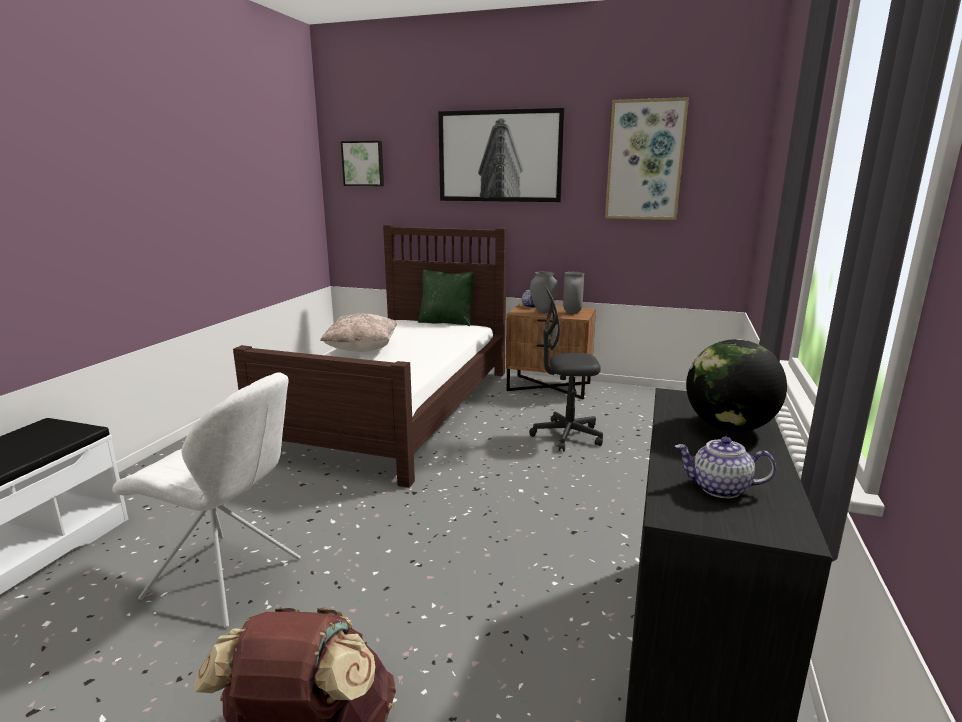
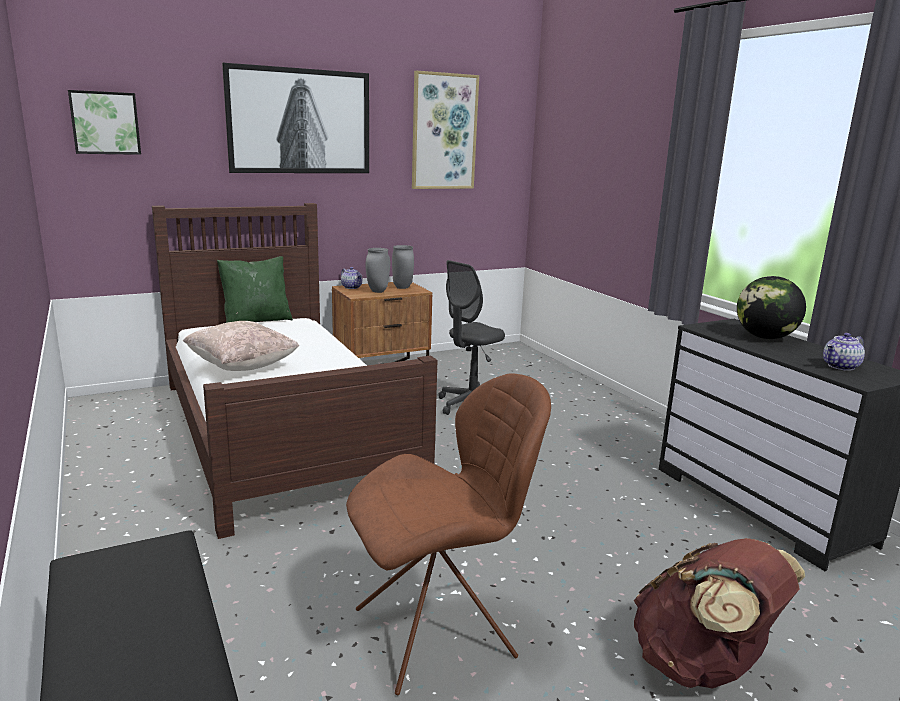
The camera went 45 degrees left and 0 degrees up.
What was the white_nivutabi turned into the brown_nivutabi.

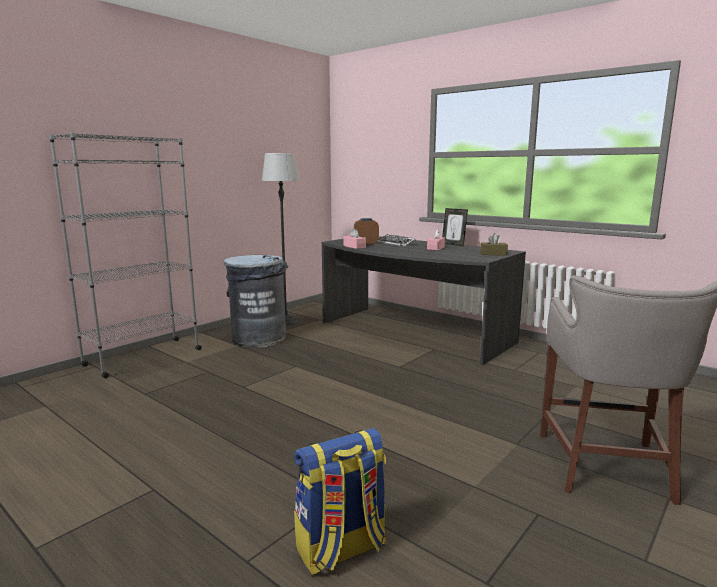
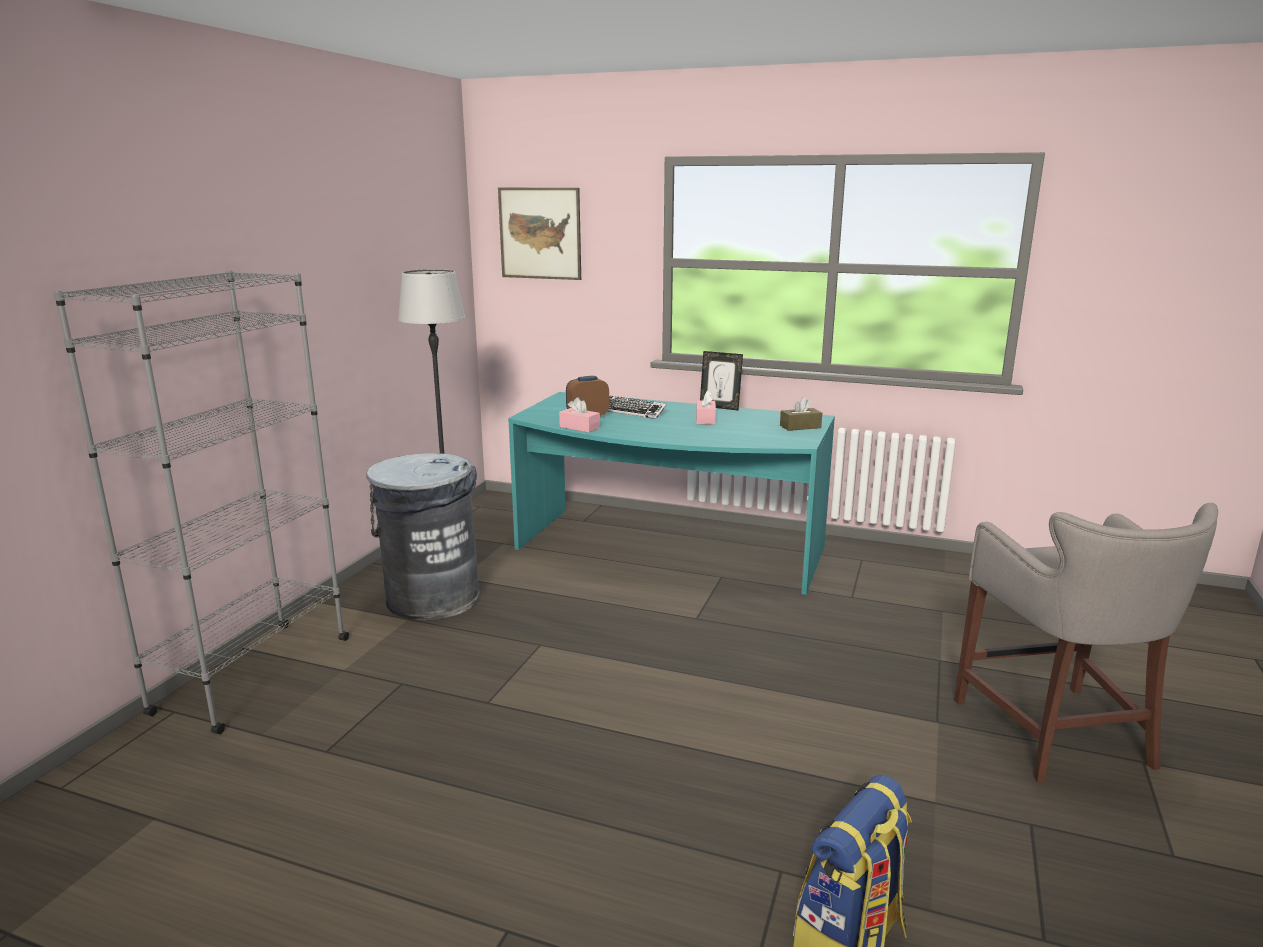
The camera went 20 degrees left and 5 degrees up.
What was the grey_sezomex turned into the turquoise_sezomex.
The second view gained the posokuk.

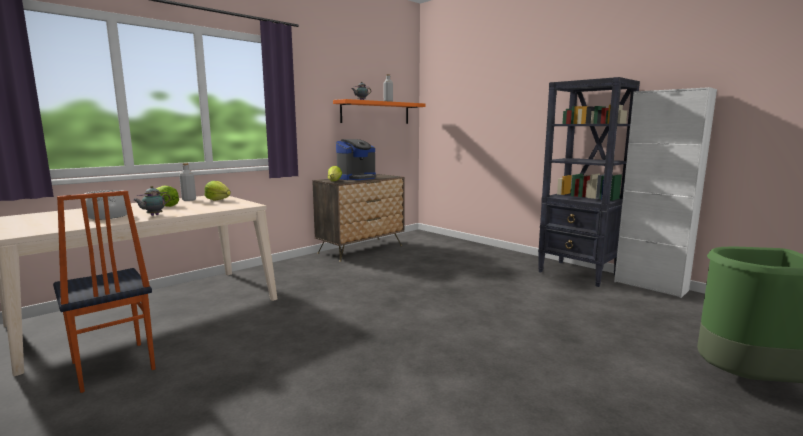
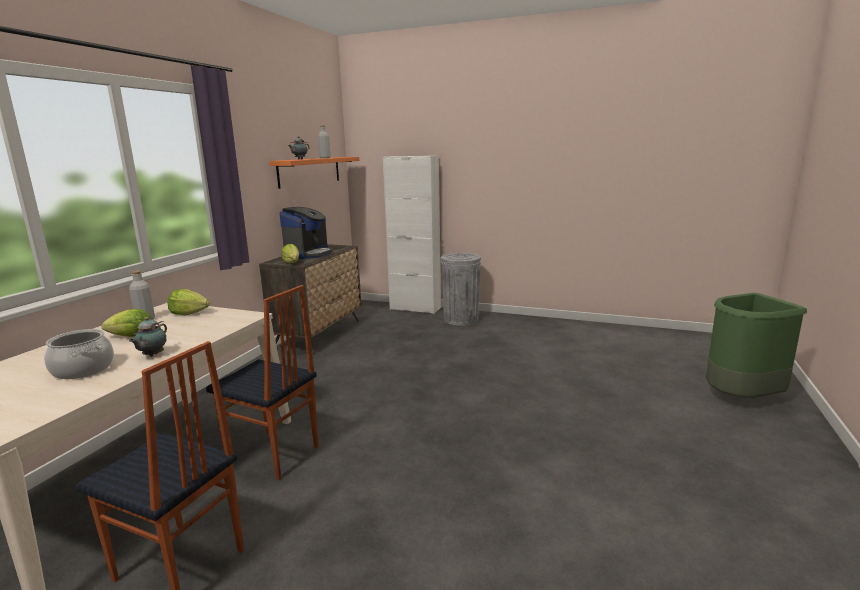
The camera went 25 degrees left and 5 degrees up.
The second view lost the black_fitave.
The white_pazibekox ended up elsewhere.
The second view gained the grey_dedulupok.
The second view gained the nivutabi (2nd from left).

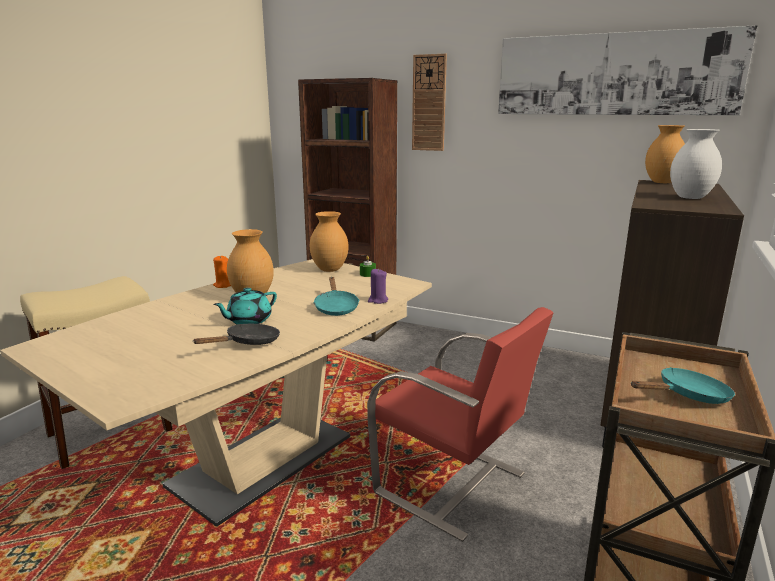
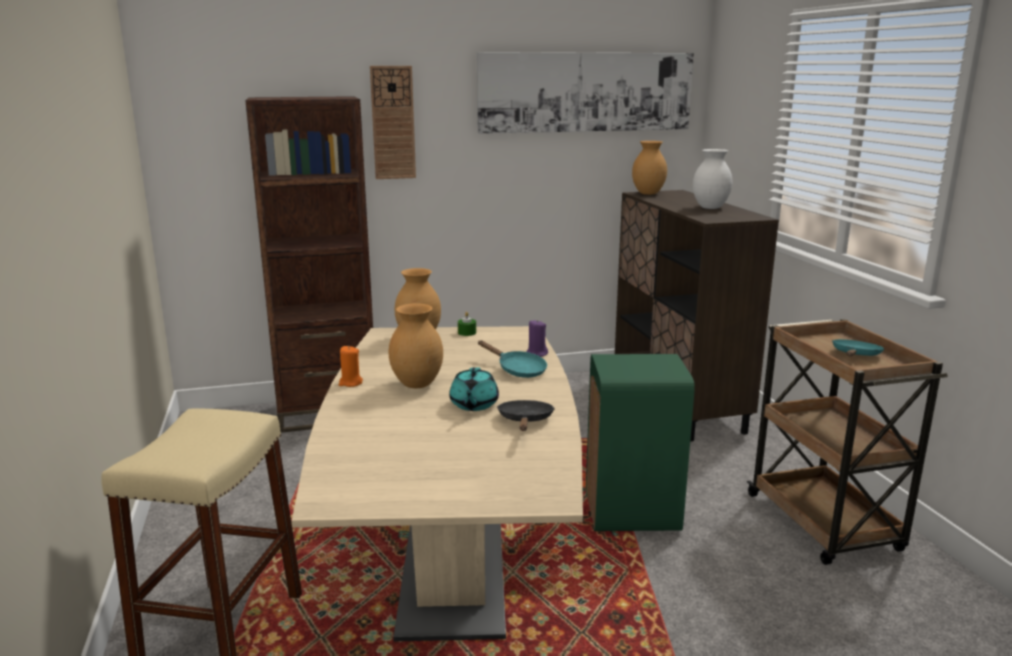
The camera went 40 degrees left and 0 degrees up.
Where the red_nivutabi stood, the green_dedulupok came to stand.

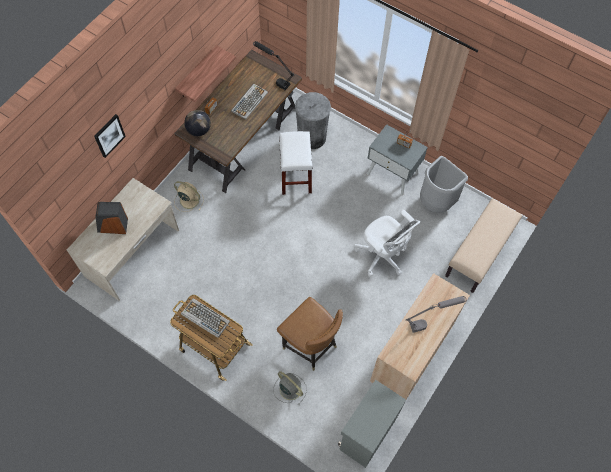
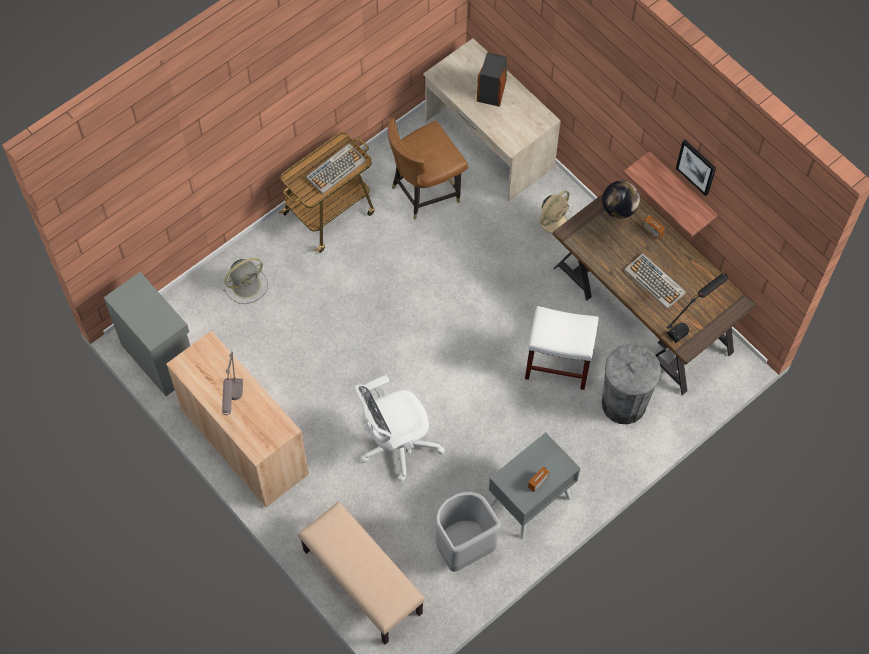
The camera went 105 degrees right and 0 degrees up.
The posokuk ended up elsewhere.
The brown_nivutabi ended up elsewhere.

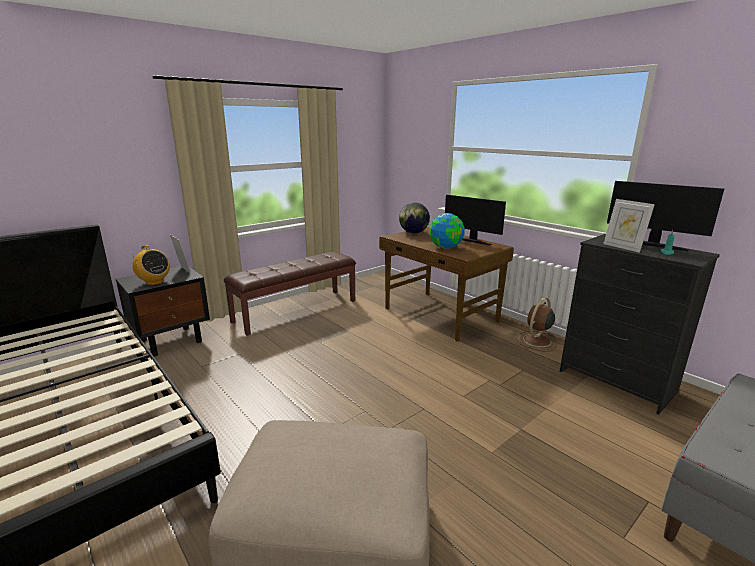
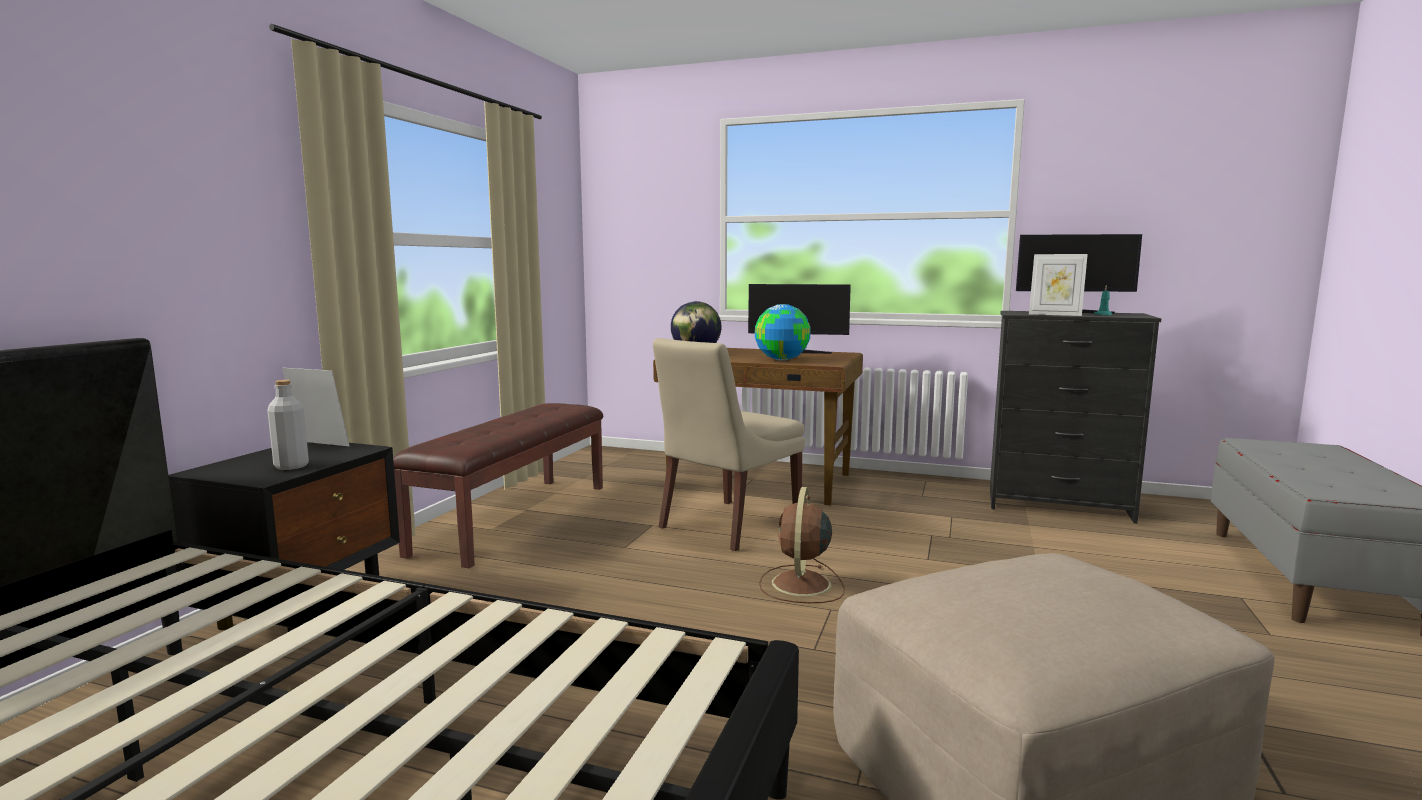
The camera went 30 degrees left and 10 degrees down.
Where the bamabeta stood, the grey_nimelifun came to stand.
The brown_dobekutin ended up elsewhere.
The second view gained the beige_nivutabi.

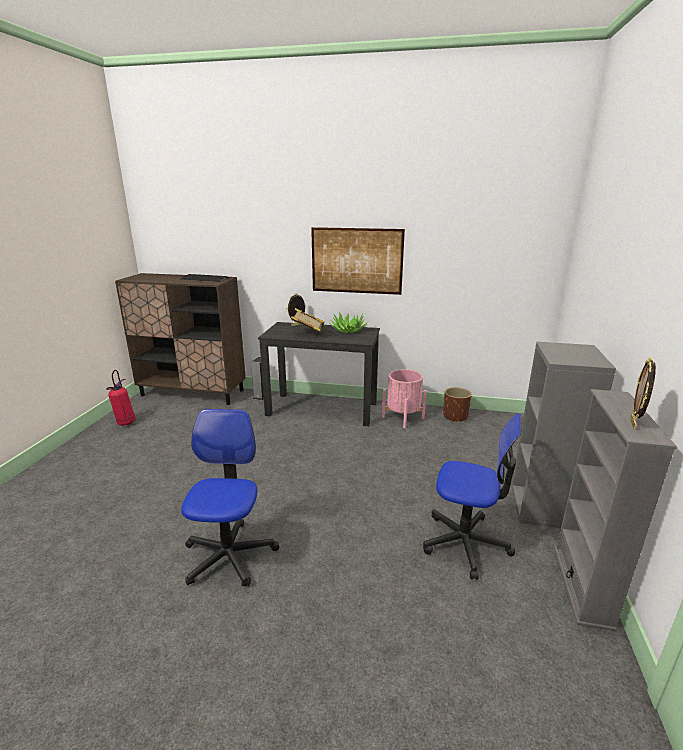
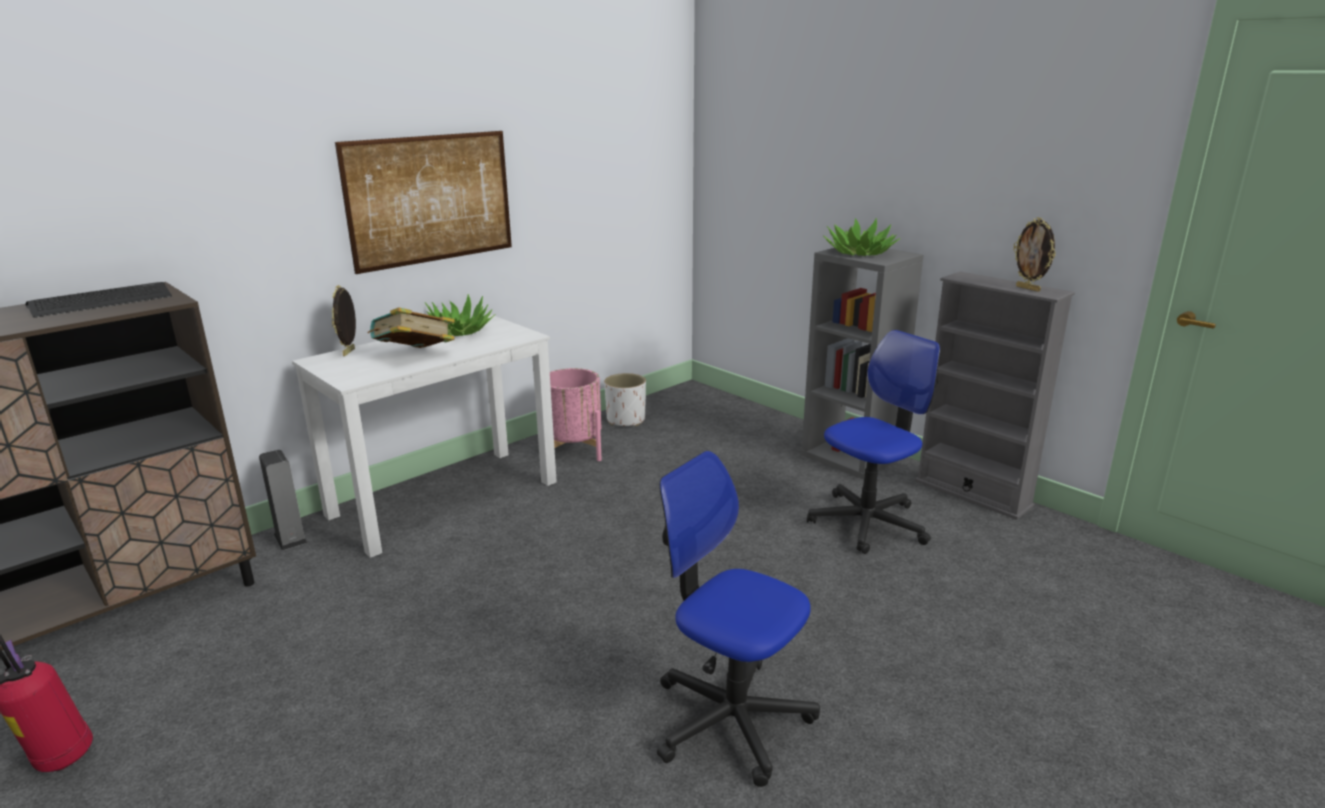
The camera went 55 degrees left and 0 degrees up.
What was the black_sezomex turned into the white_sezomex.
What was the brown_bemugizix turned into the white_bemugizix.
The second view gained the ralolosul (2nd from left).

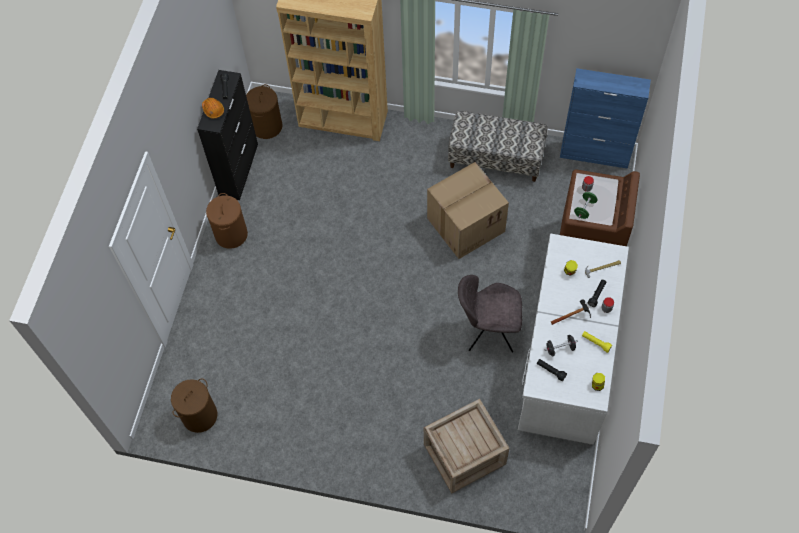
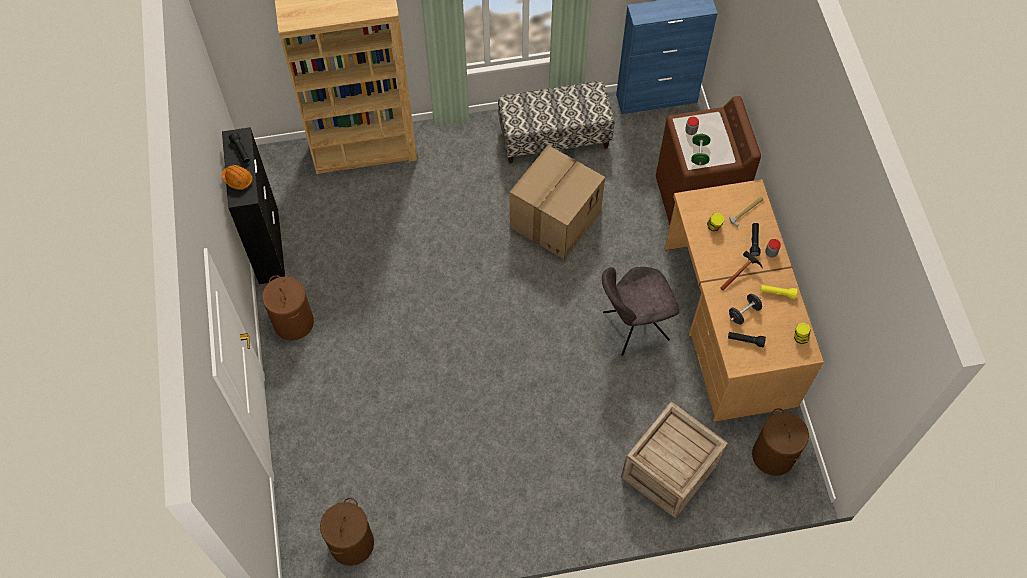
The camera went 25 degrees left and 0 degrees up.
The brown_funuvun (3rd from left) ended up elsewhere.
What was the white_sezomex turned into the brown_sezomex.

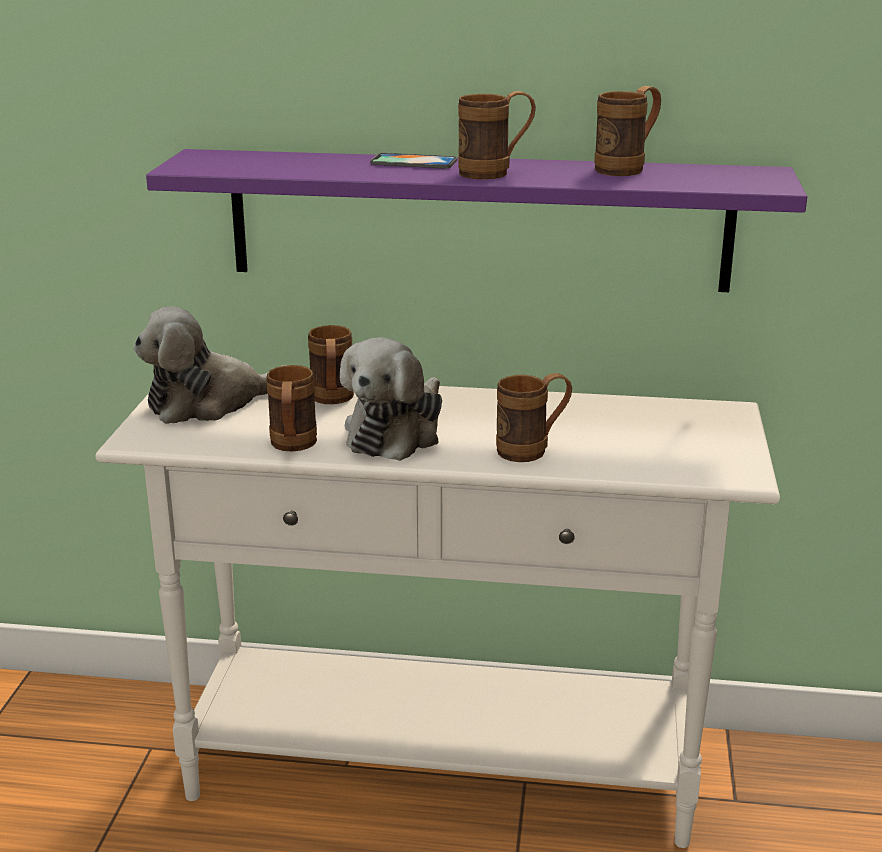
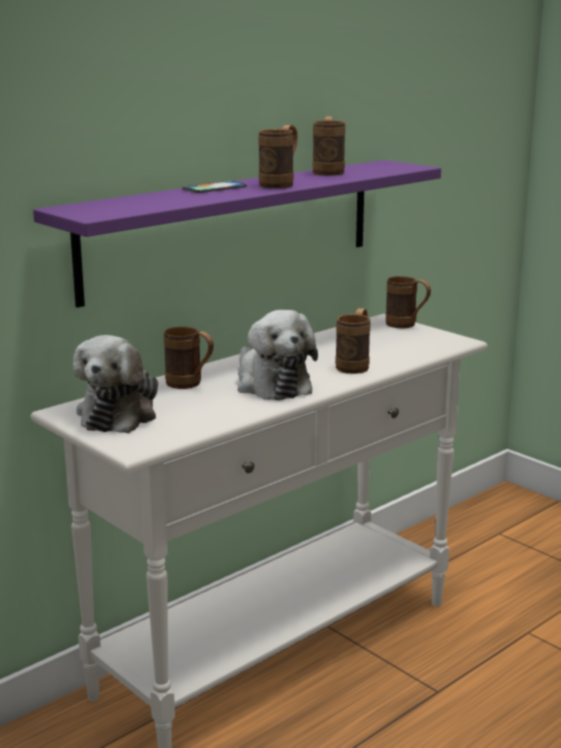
The camera went 50 degrees left and 5 degrees down.
The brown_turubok (1st from left in the first image) ended up elsewhere.

